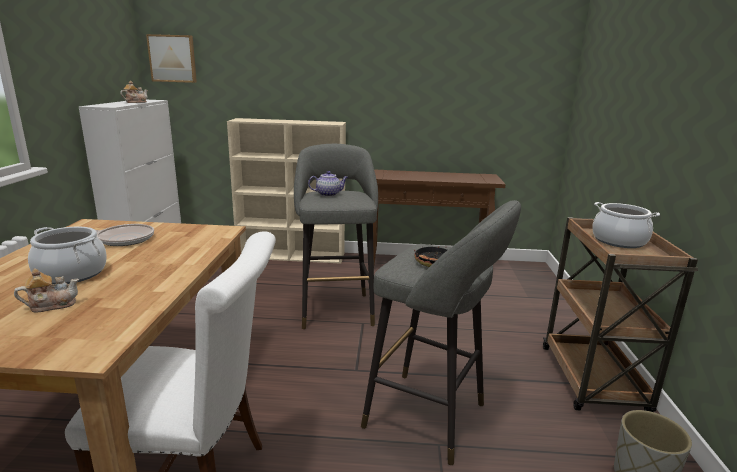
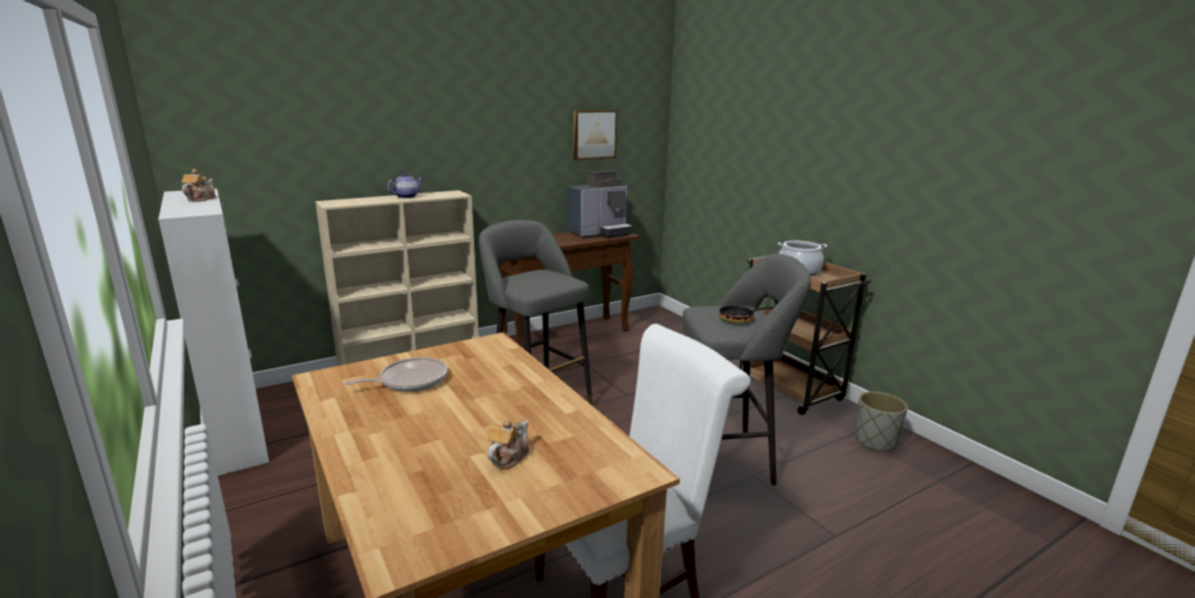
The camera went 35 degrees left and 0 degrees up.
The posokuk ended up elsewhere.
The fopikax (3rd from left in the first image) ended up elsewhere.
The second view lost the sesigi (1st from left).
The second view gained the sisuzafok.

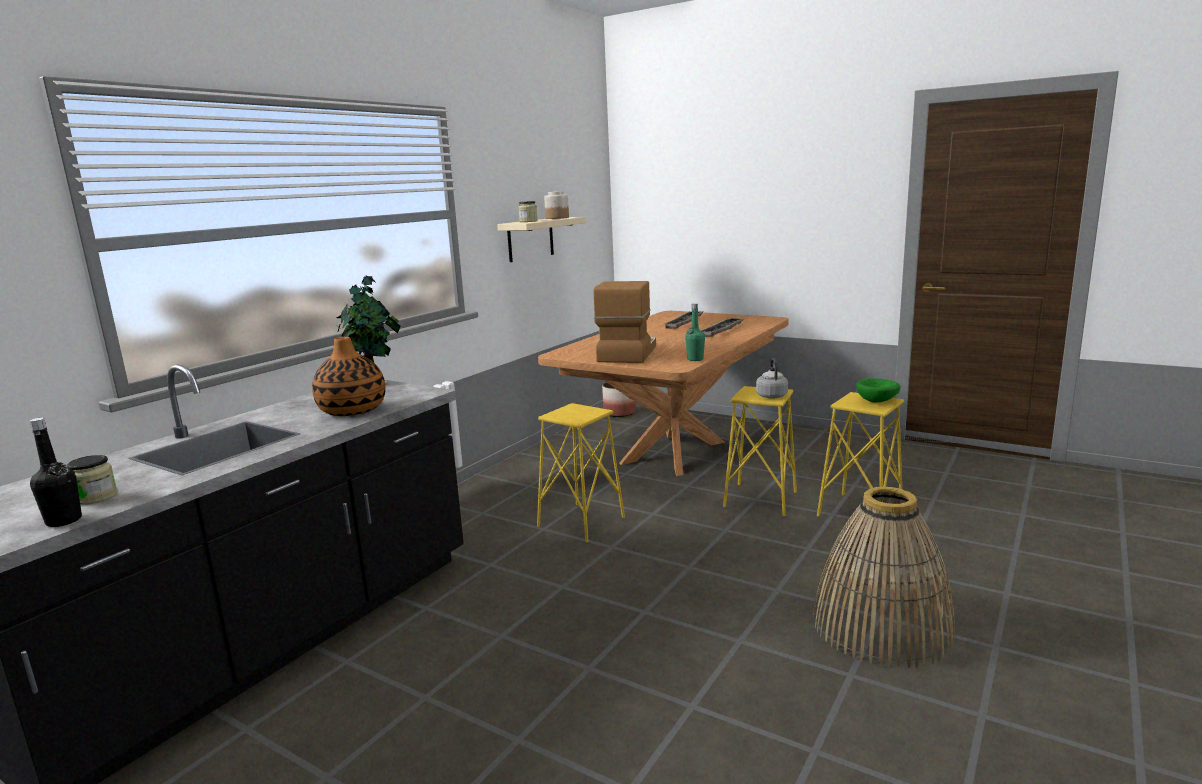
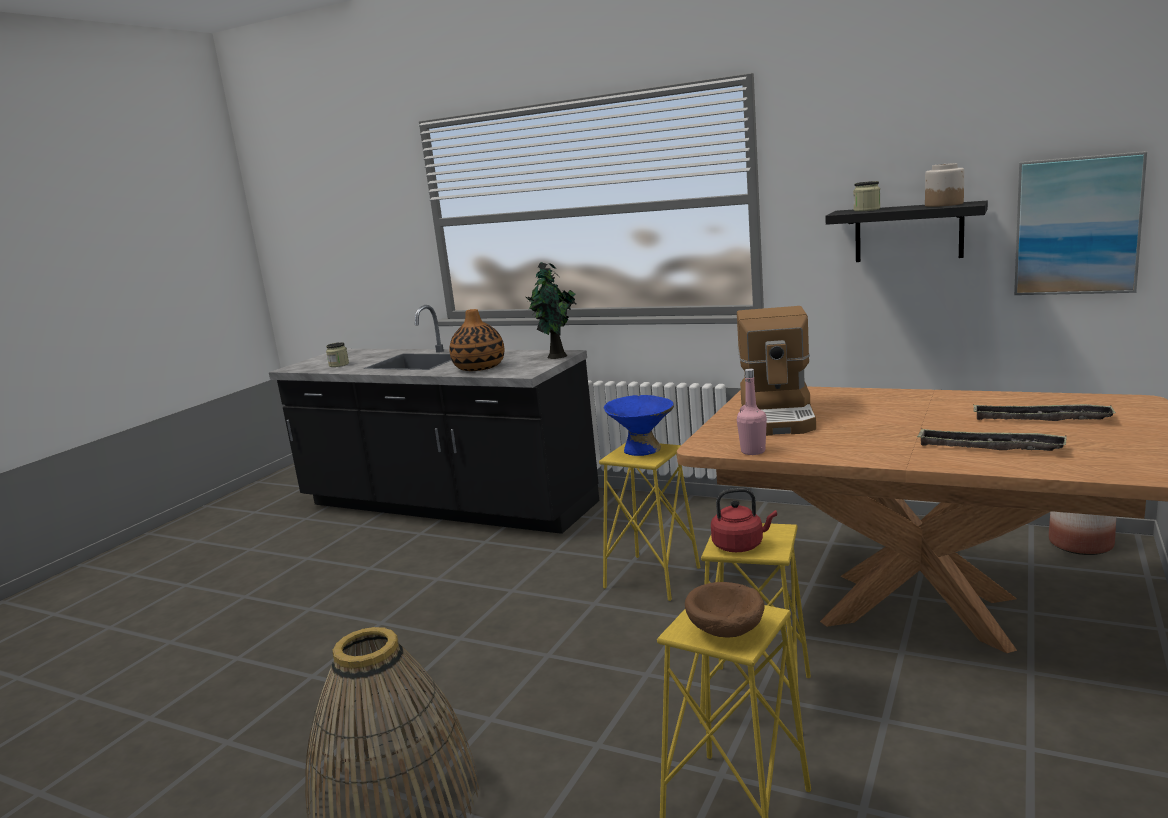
The camera went 85 degrees right and 0 degrees up.
What was the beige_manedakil turned into the black_manedakil.
The sisuzafok ended up facing another way, 90 degrees clockwise from before.
What was the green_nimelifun turned into the pink_nimelifun.
What was the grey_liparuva turned into the red_liparuva.
What was the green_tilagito turned into the brown_tilagito.
The second view lost the black_nimelifun.
The second view gained the posokuk.
The second view gained the blue_tilagito.

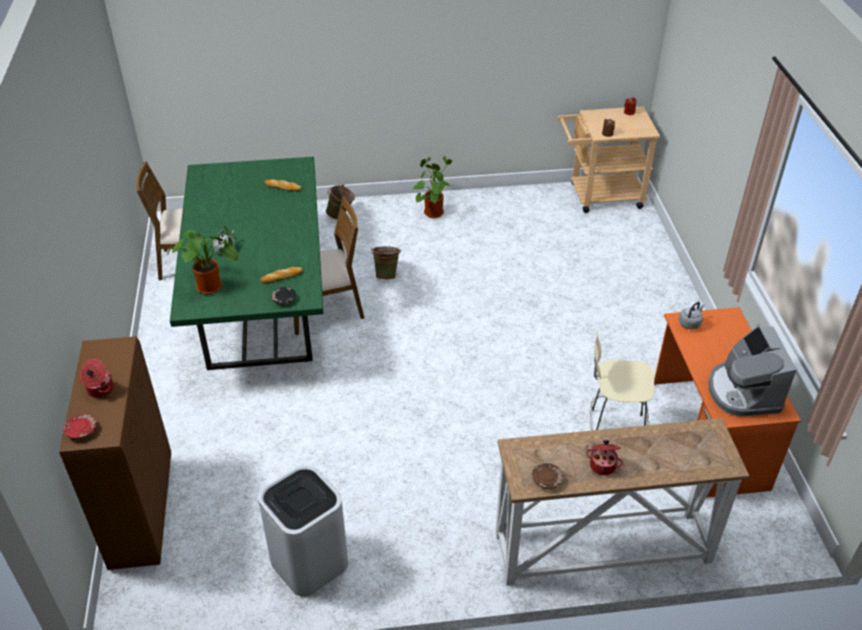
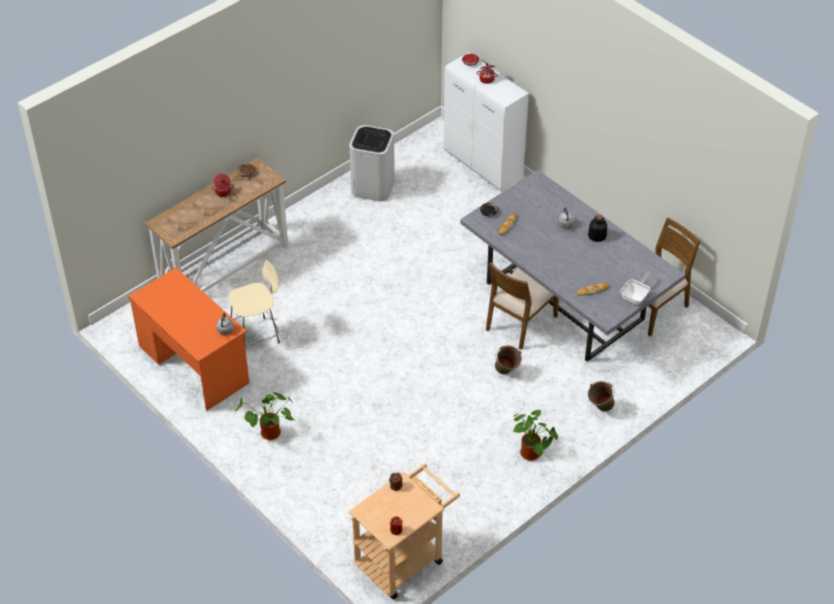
The camera went 145 degrees right and 5 degrees up.
What was the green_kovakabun turned into the grey_kovakabun.
The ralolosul (1st from left) ended up elsewhere.
The second view lost the sisuzafok.
What was the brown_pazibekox turned into the white_pazibekox.
The second view gained the nimelifun.
The second view gained the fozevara.

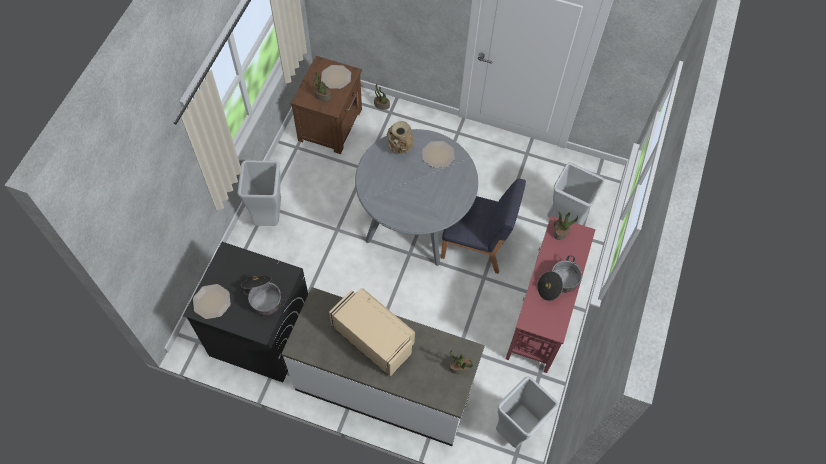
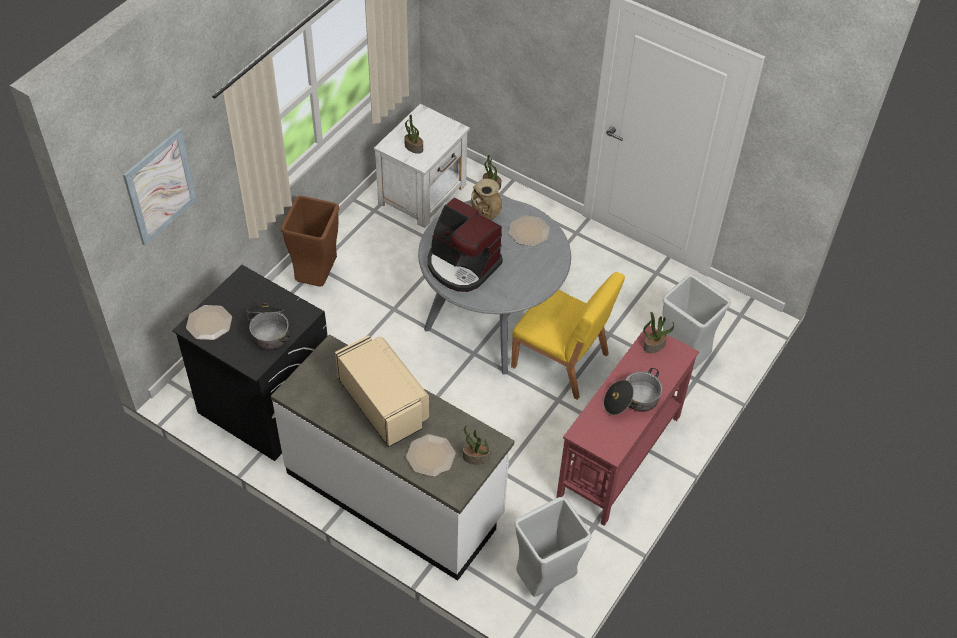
The camera went 15 degrees right and 10 degrees down.
What was the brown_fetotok turned into the white_fetotok.
The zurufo (2nd from left) ended up elsewhere.
What was the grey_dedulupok (1st from left) turned into the brown_dedulupok.
What was the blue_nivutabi turned into the yellow_nivutabi.
The second view gained the posokuk.
The second view gained the sisuzafok.

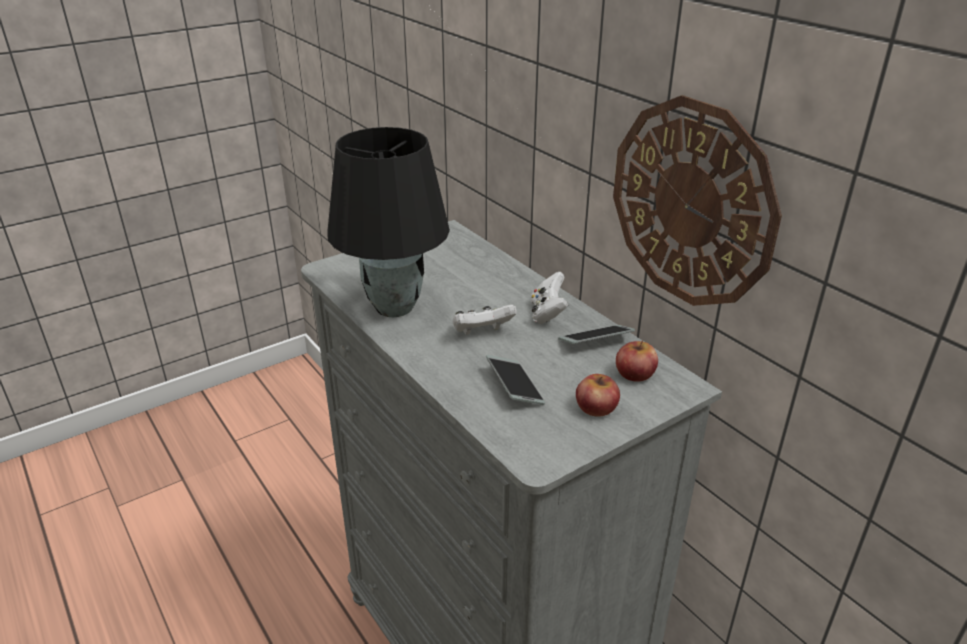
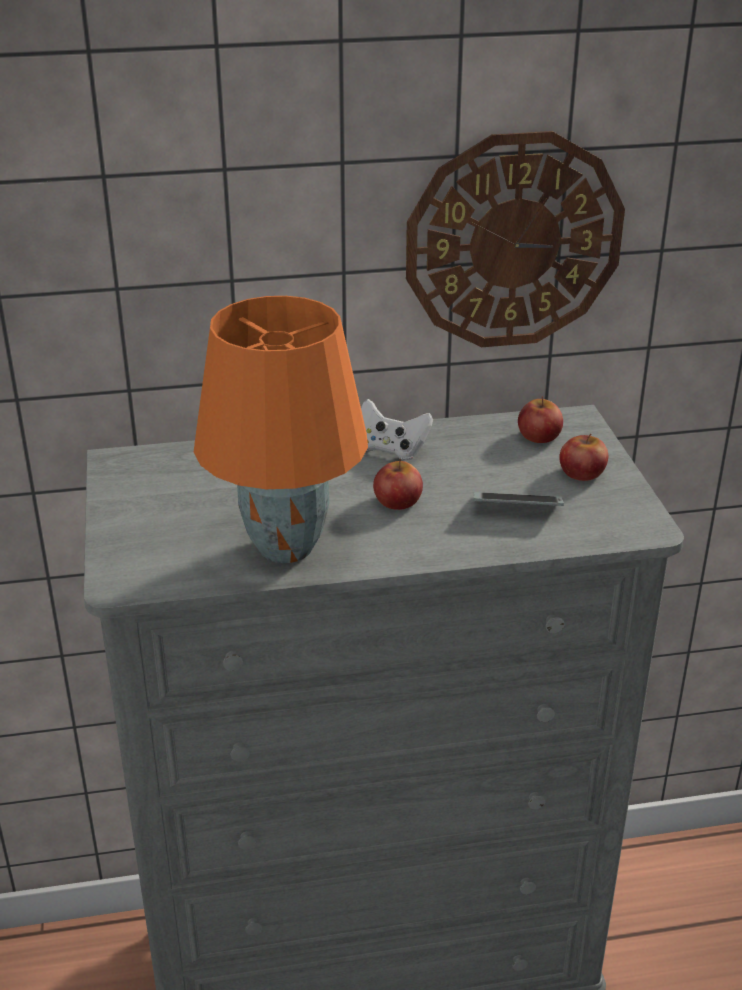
The camera went 65 degrees left and 0 degrees up.
What was the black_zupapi turned into the orange_zupapi.
Where the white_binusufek (1st from left) stood, the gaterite (1st from left) came to stand.
The second view lost the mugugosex (2nd from left).

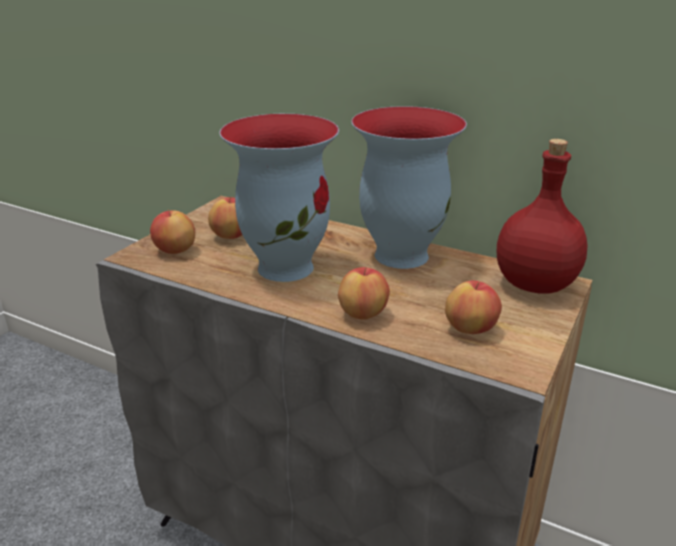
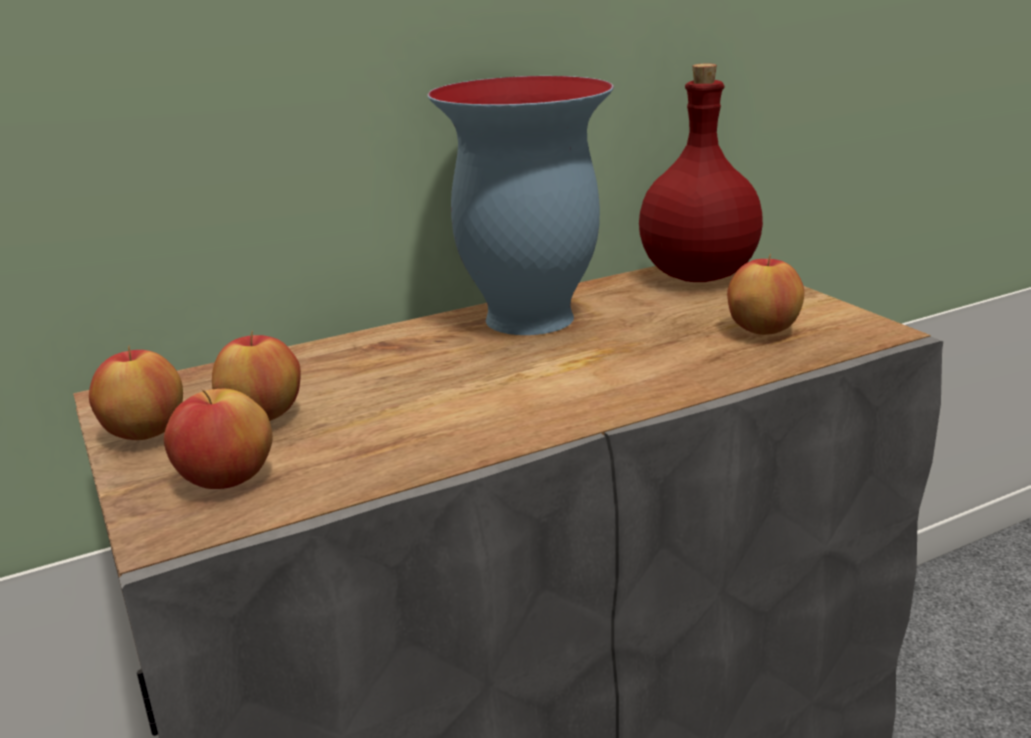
The camera went 55 degrees left and 5 degrees down.
The second view lost the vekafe (1st from left).
The gaterite (3rd from left in the first image) ended up elsewhere.

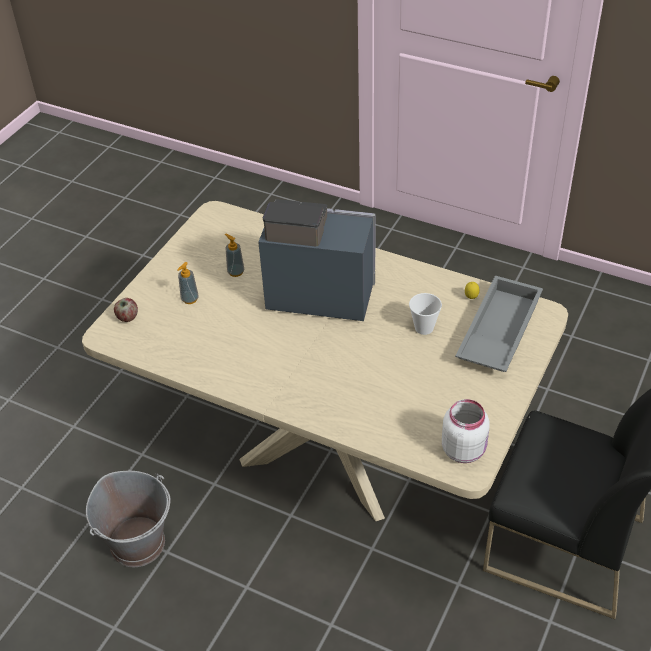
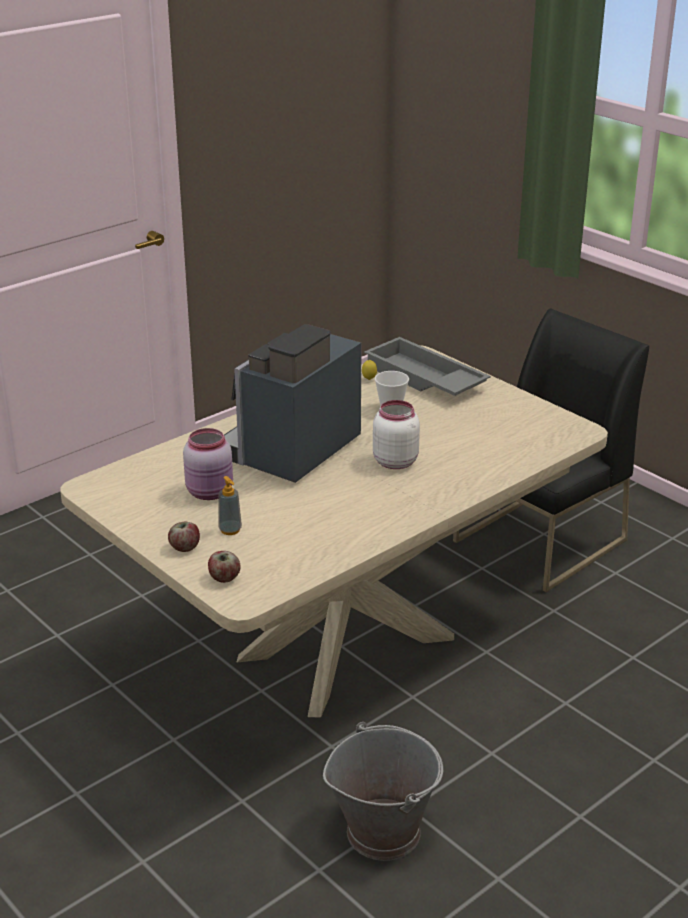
The camera went 70 degrees left and 15 degrees down.
Where the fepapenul (2nd from left) stood, the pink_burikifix came to stand.
The white_burikifix ended up elsewhere.
The second view gained the gaterite (1st from left).

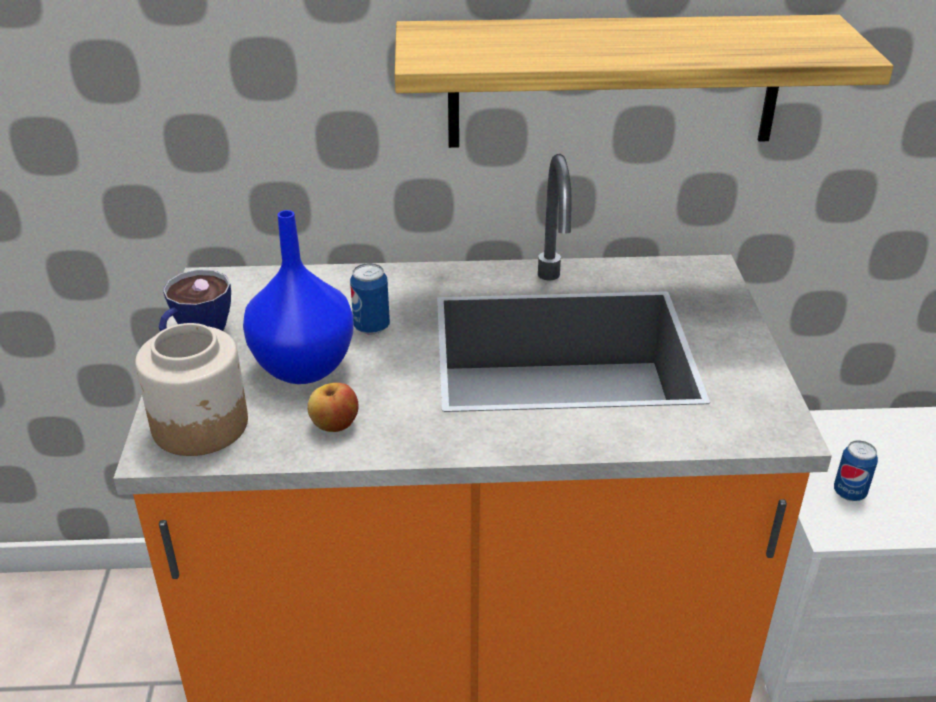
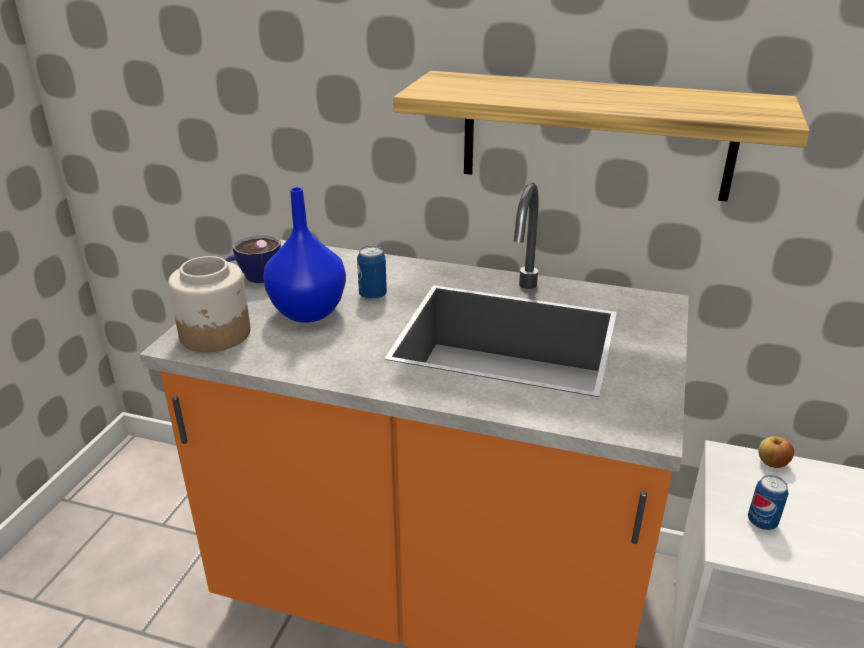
The camera went 20 degrees right and 5 degrees down.
The gaterite ended up elsewhere.

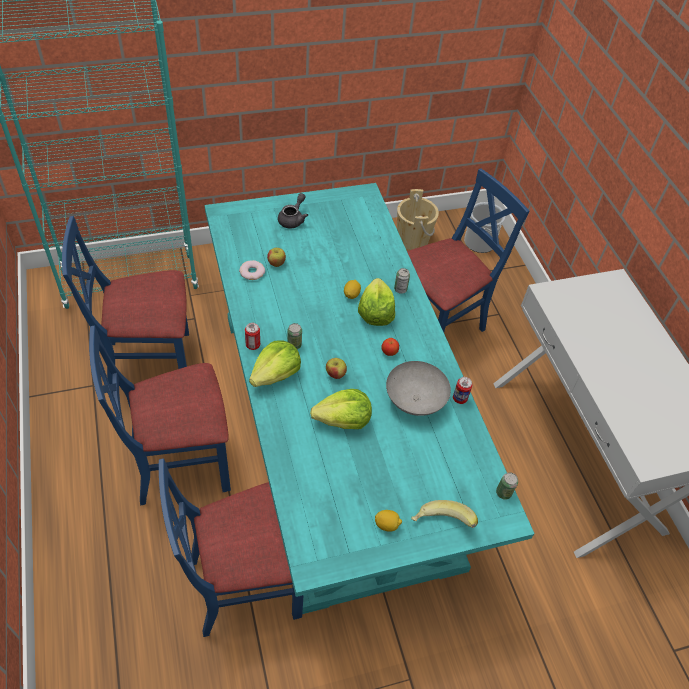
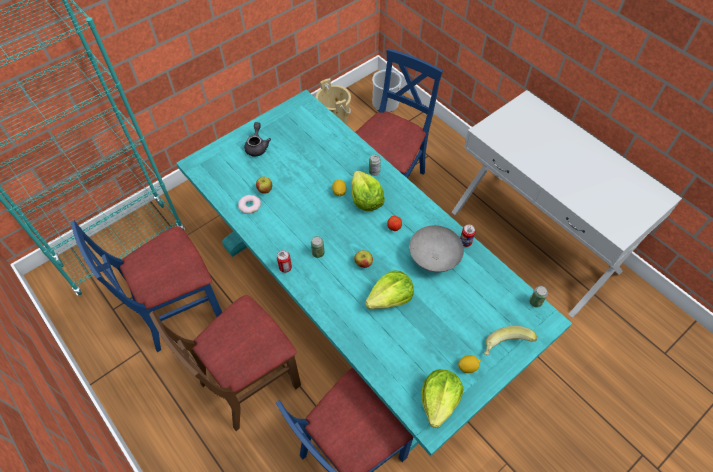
The camera went 20 degrees left and 5 degrees up.
What was the blue_nivutabi (2nd from left) turned into the brown_nivutabi.
The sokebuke (1st from left in the first image) ended up elsewhere.

